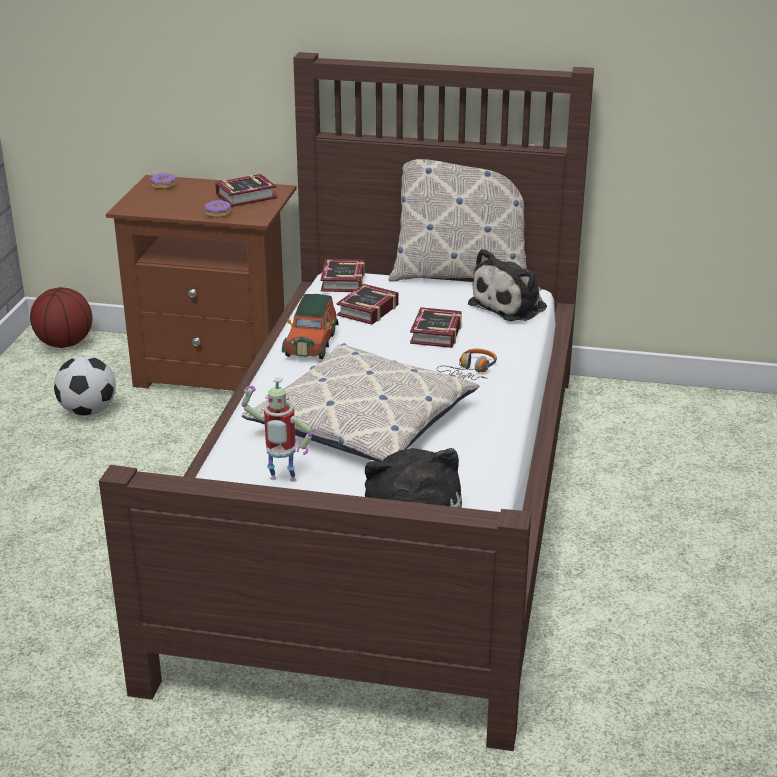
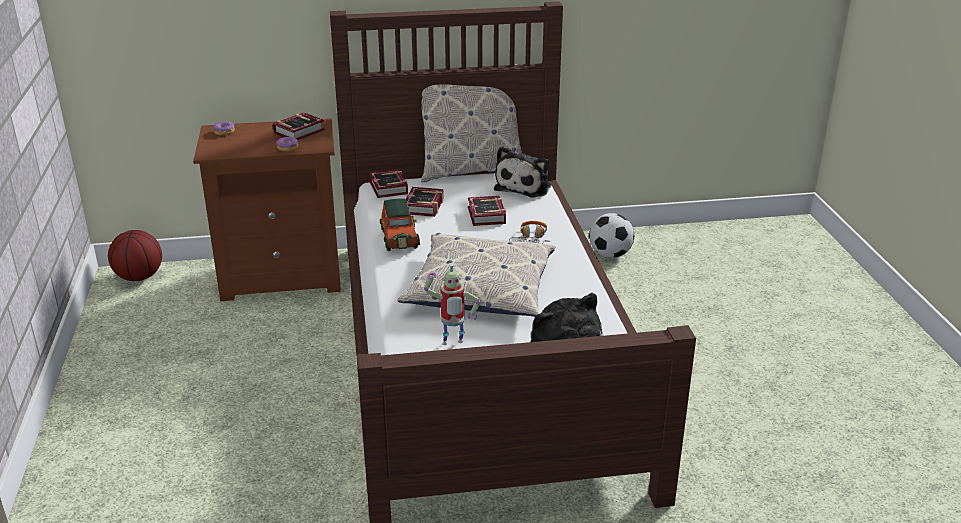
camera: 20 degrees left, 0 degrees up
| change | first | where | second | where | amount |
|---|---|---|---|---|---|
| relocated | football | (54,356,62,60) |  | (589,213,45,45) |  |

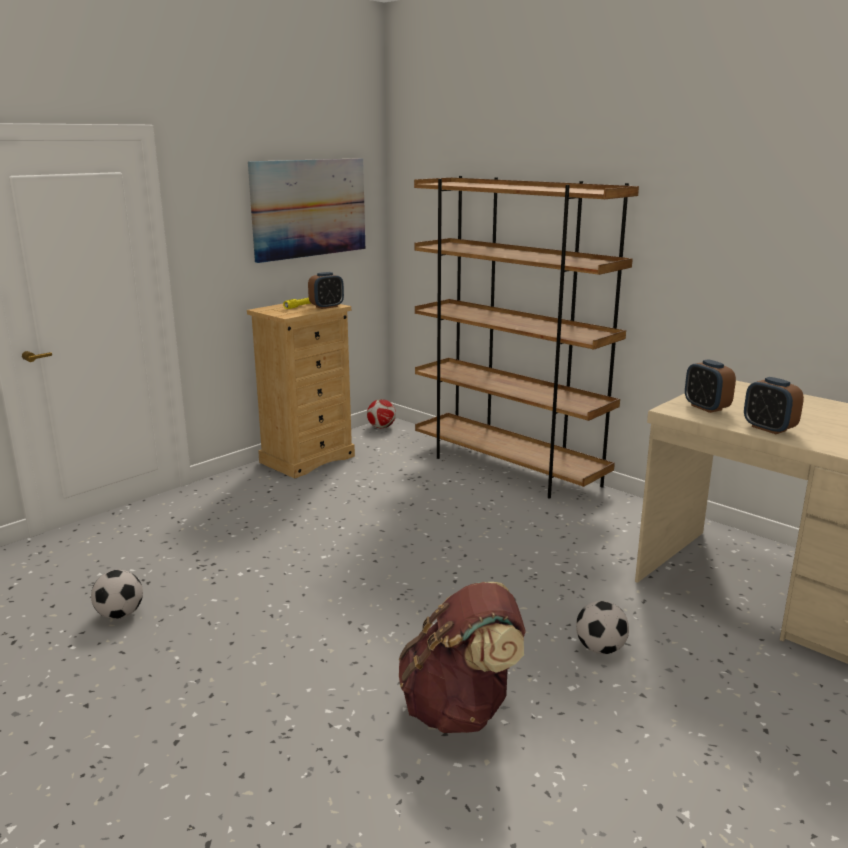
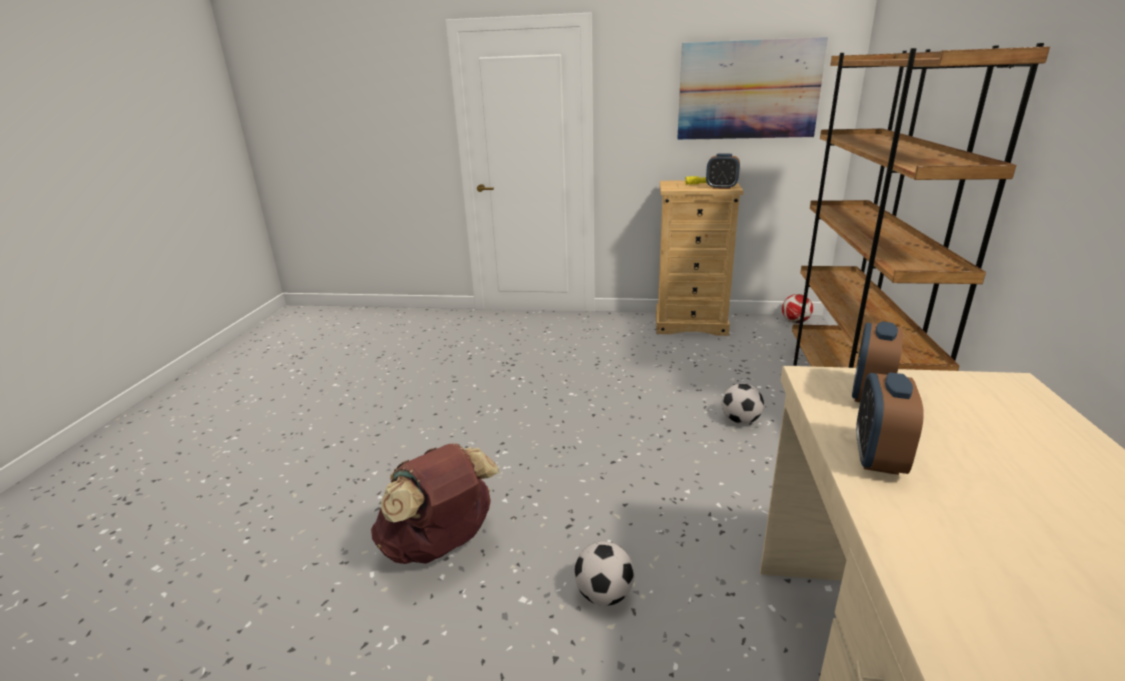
camera: 55 degrees right, 5 degrees up
| change | first | where | second | where | amount |
|---|---|---|---|---|---|
| relocated | football | (91,570,52,49) |  | (722,383,42,41) |  |

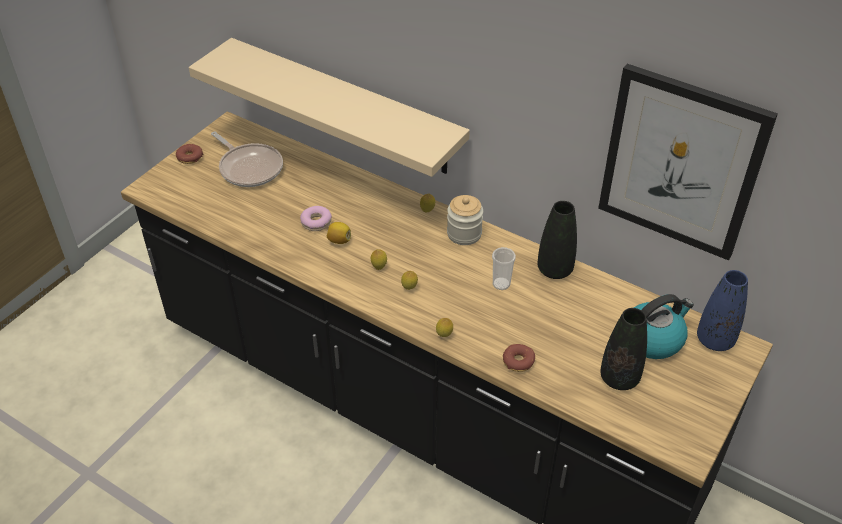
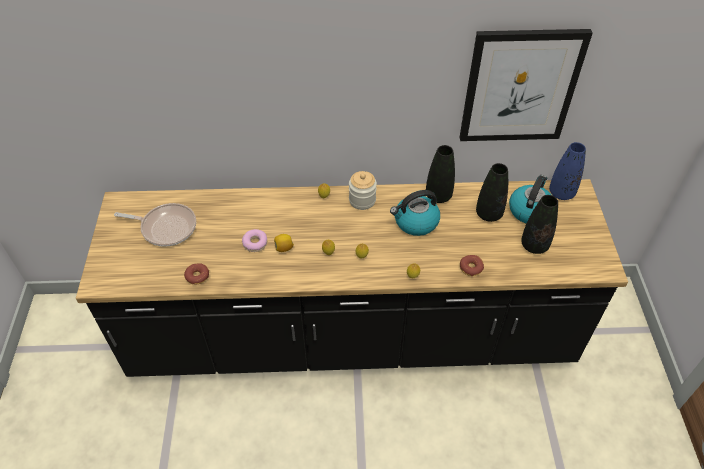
camera: 35 degrees left, 5 degrees up
| change | first | where | second | where | amount |
|---|---|---|---|---|---|
| relocated | donut | (176,144,27,20) |  | (184,263,25,22) |  |
| missing | beige shelf | (189,38,281,139) |  |  |  |
| exchanged | cup | (492,247,24,43) | kettle | (390,190,50,46) |  |
| appeared |  |  | black vase | (476,163,32,59) |  |

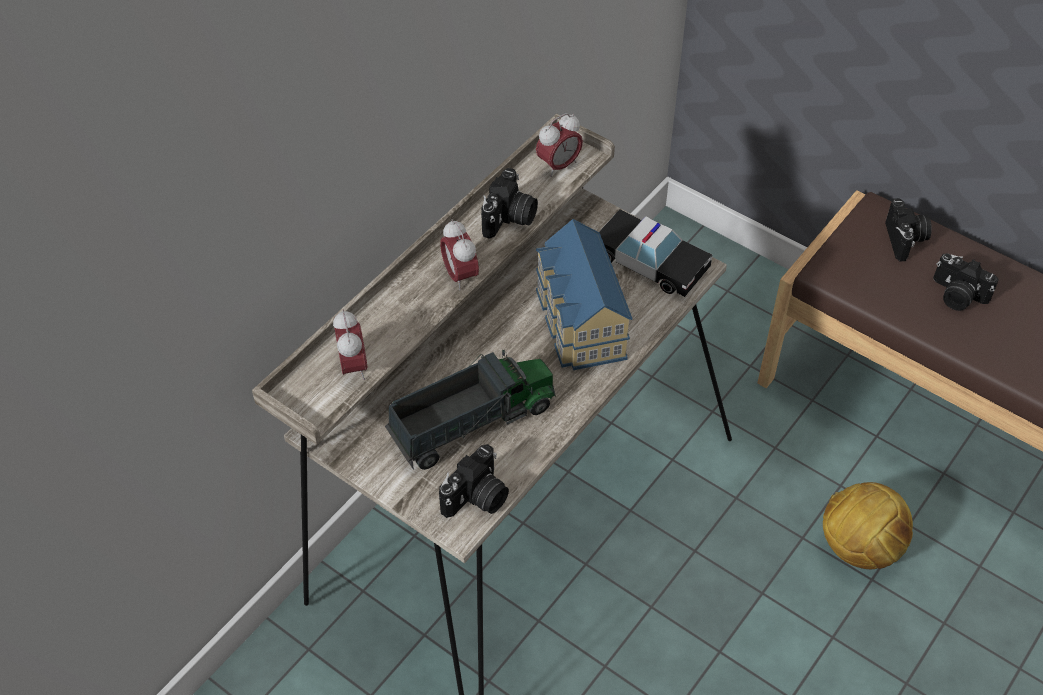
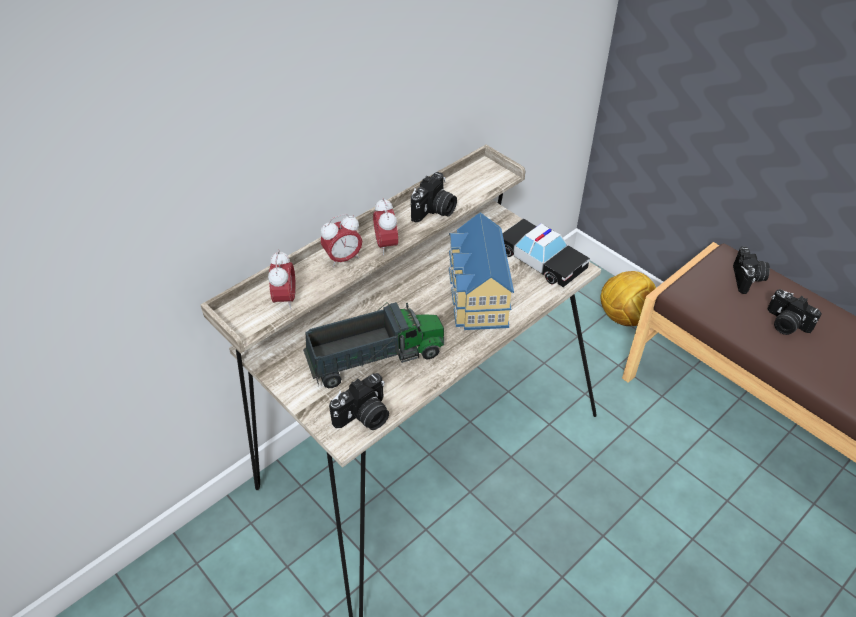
camera: 10 degrees right, 5 degrees down
| change | first | where | second | where | amount |
|---|---|---|---|---|---|
| relocated | alarm clock | (536,113,47,64) |  | (321,214,41,54) |  |
| relocated | football | (823,482,90,87) |  | (601,271,55,55) |  |

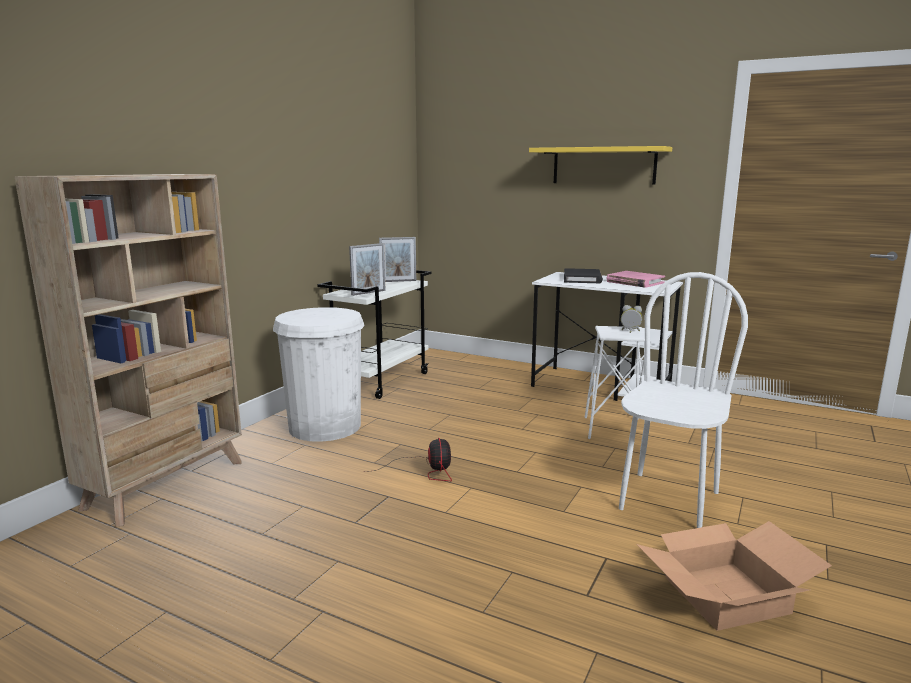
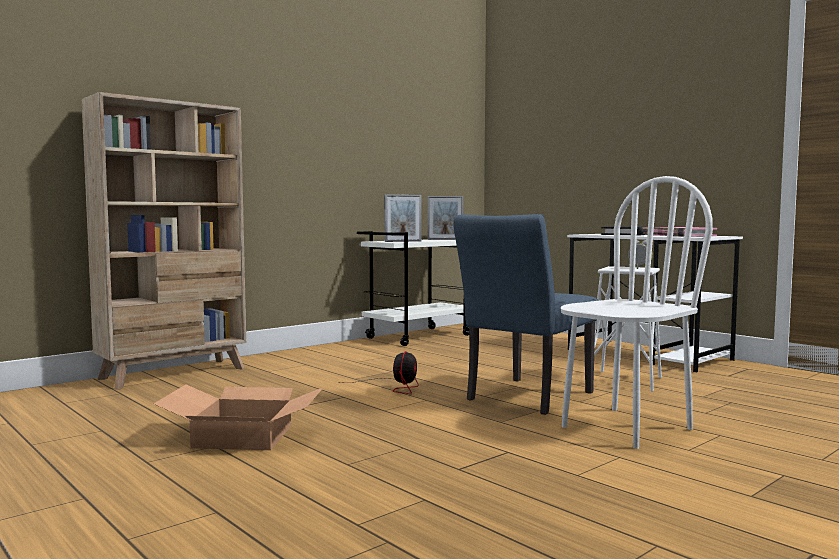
camera: 20 degrees right, 10 degrees down
| change | first | where | second | where | amount |
|---|---|---|---|---|---|
| missing | white trash can | (273,307,92,135) |  |  |  |
| missing | yellow shelf | (529,146,143,38) |  |  |  |
| relocated | cardboard box | (637,521,195,110) |  | (154,385,170,65) |  |
| appeared |  |  | blue chair | (453,214,145,201) |  |

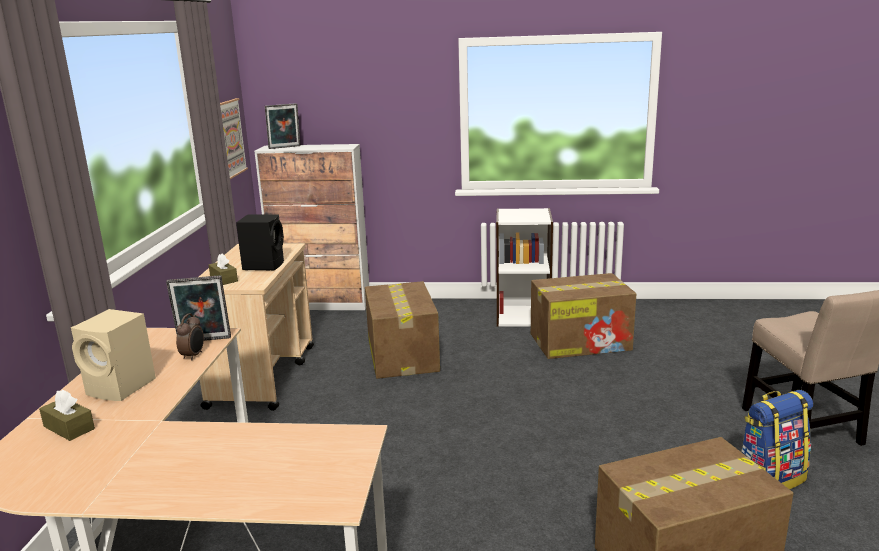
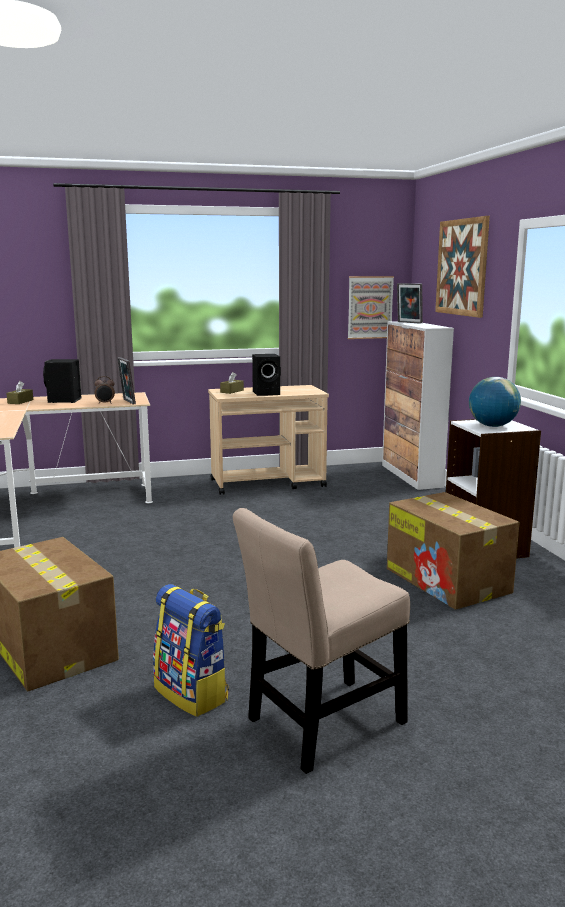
camera: 70 degrees right, 5 degrees down
| change | first | where | second | where | amount |
|---|---|---|---|---|---|
| colour | beige speaker | (71,309,85,92) | black speaker | (43,359,39,44) |  |
| missing | cardboard box | (365,281,75,98) |  |  |  |
| appeared |  |  | picture | (435,216,55,102) |  |
| appeared |  |  | globe | (469,377,52,50) |  |

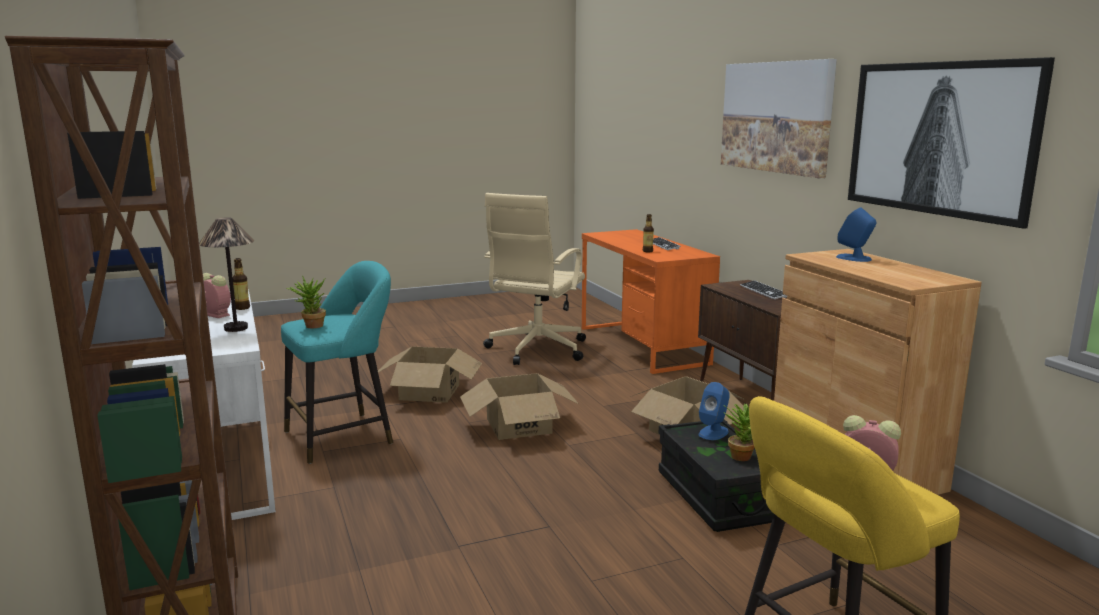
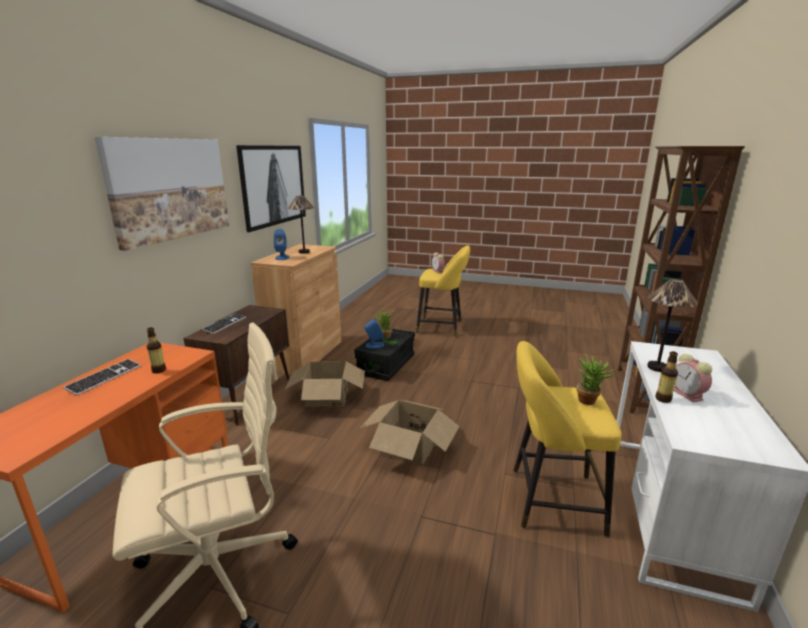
camera: 140 degrees left, 5 degrees up
| change | first | where | second | where | amount |
|---|---|---|---|---|---|
| colour | turquoise stool | (281,261,112,203) | yellow stool | (513,341,108,196) |  |
| missing | cardboard box | (378,346,104,57) |  |  |  |
| appeared |  |  | table lamp | (288,196,26,58) |  |

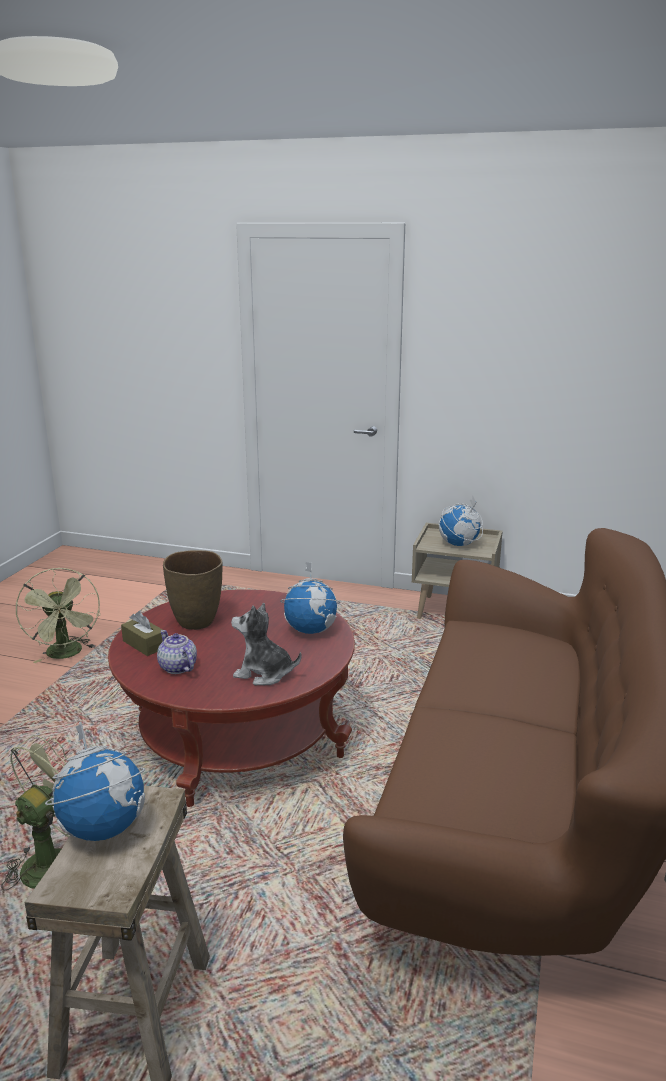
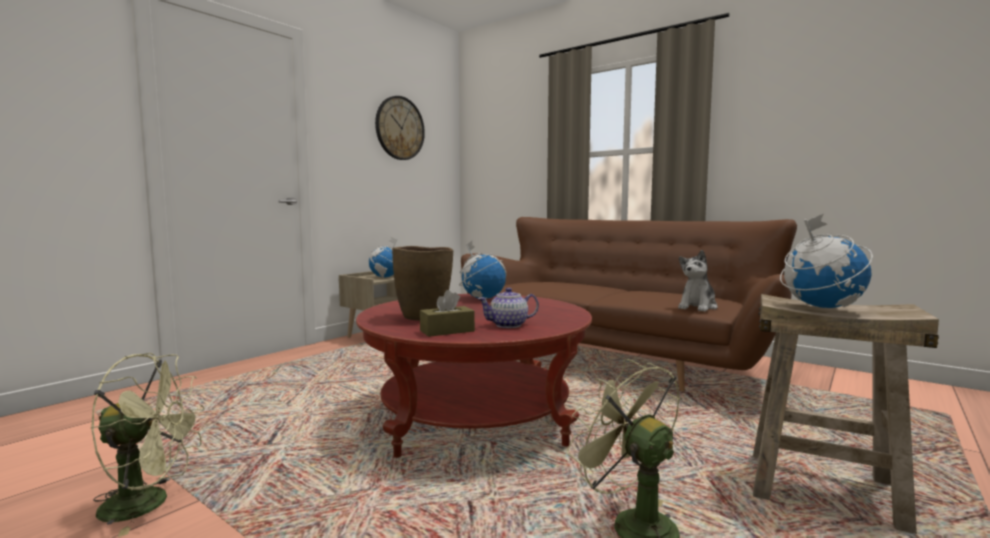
camera: 70 degrees left, 15 degrees down
| change | first | where | second | where | amount |
|---|---|---|---|---|---|
| relocated | plush toy | (231,603,71,82) |  | (678,250,40,62) |  |
| appeared |  |  | wall clock | (375,96,50,64) |  |

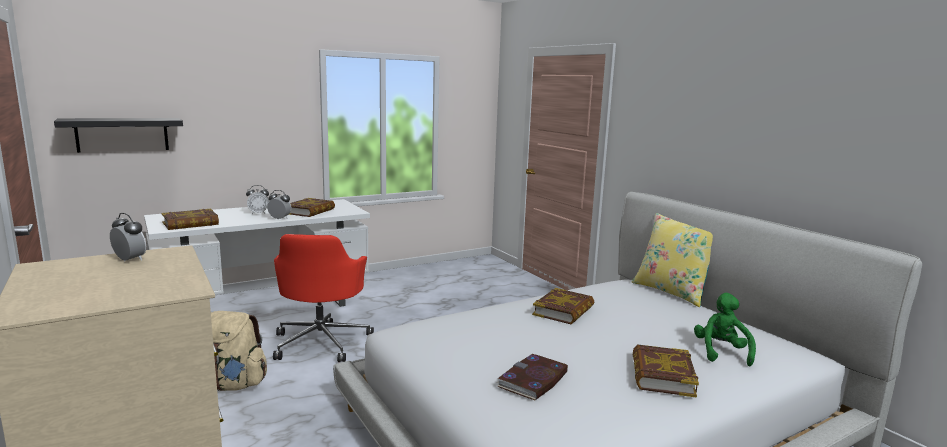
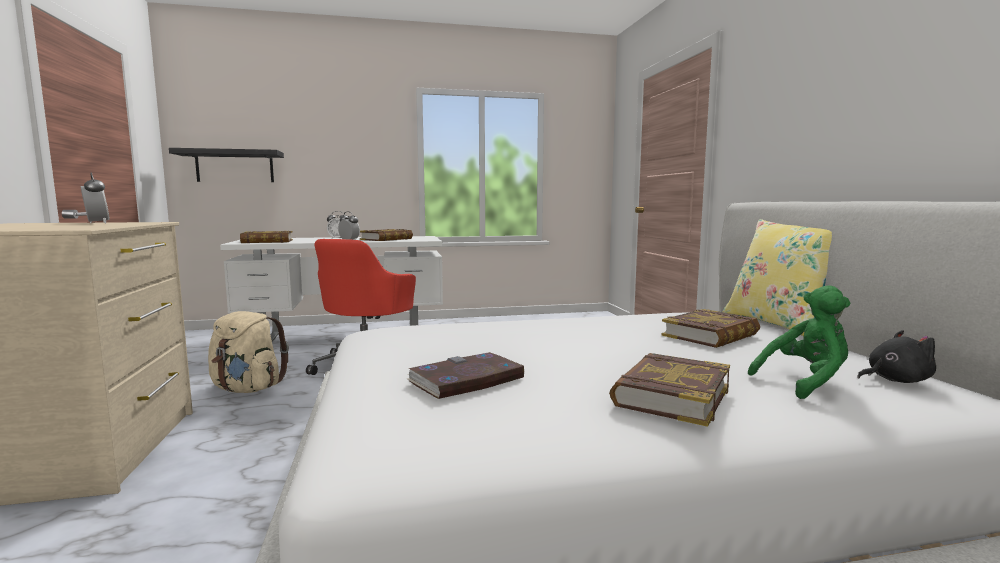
camera: 20 degrees right, 5 degrees down
| change | first | where | second | where | amount |
|---|---|---|---|---|---|
| relocated | book | (532,288,62,36) |  | (661,309,99,39) |  |
| spun | green plush toy | (694,293,62,73) |  | (748,285,102,114) | 45 degrees clockwise |
| appeared |  |  | black plush toy | (857,330,79,53) |  |

